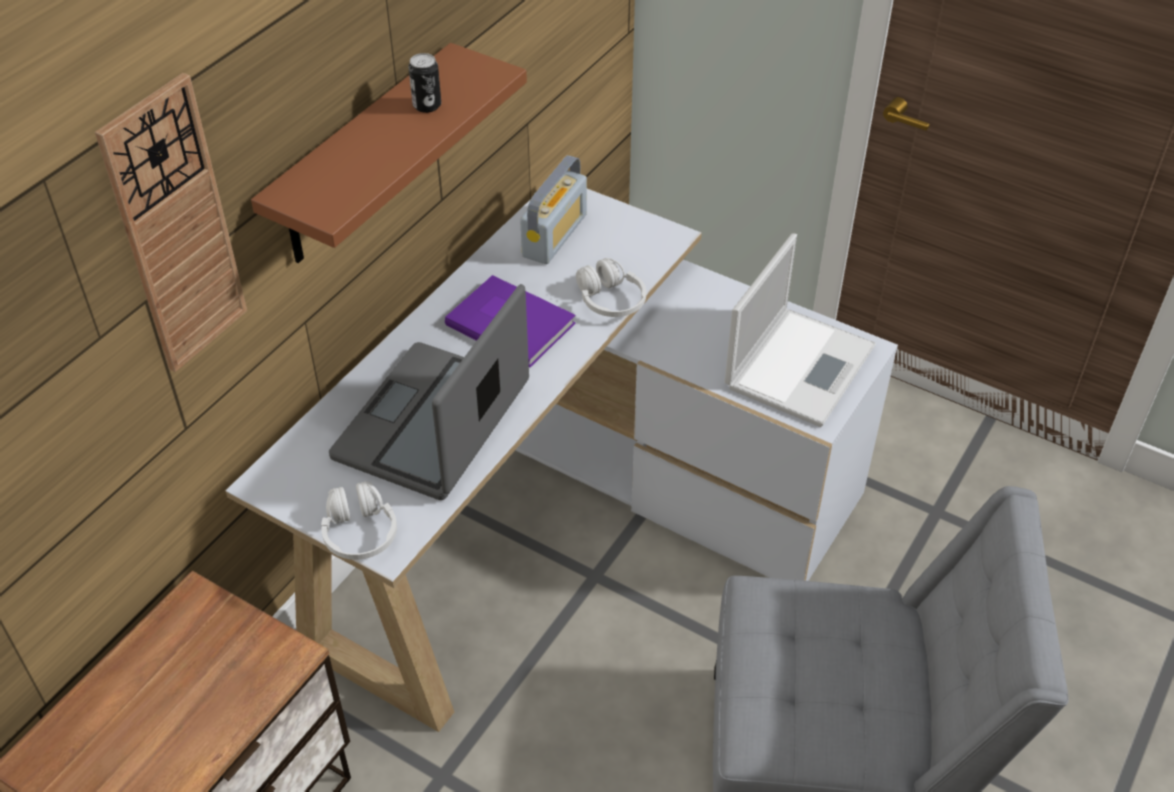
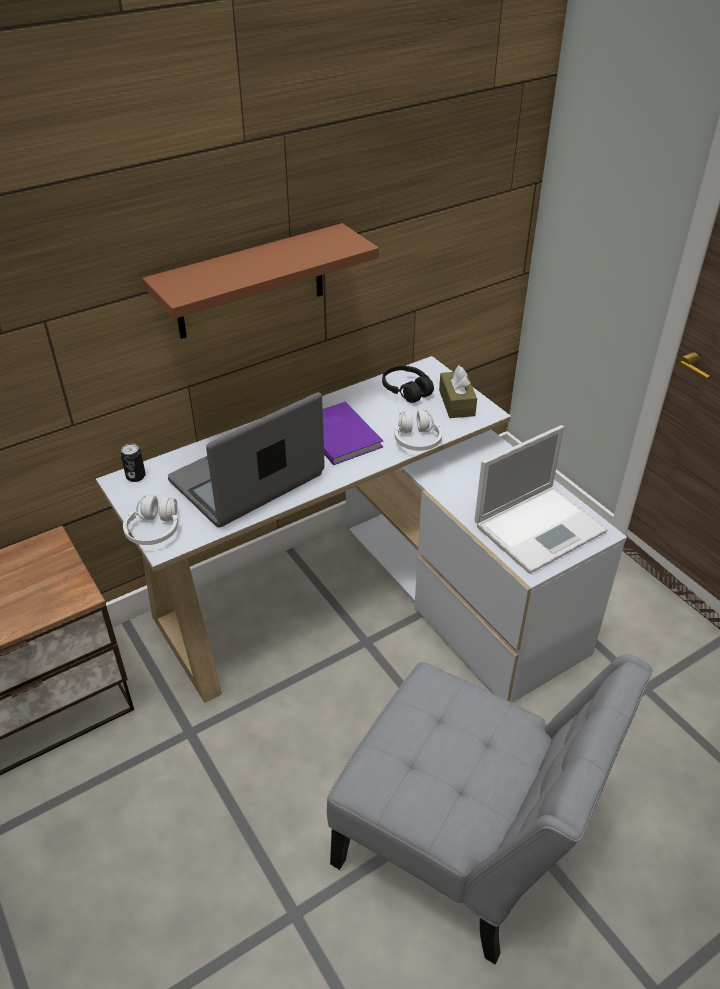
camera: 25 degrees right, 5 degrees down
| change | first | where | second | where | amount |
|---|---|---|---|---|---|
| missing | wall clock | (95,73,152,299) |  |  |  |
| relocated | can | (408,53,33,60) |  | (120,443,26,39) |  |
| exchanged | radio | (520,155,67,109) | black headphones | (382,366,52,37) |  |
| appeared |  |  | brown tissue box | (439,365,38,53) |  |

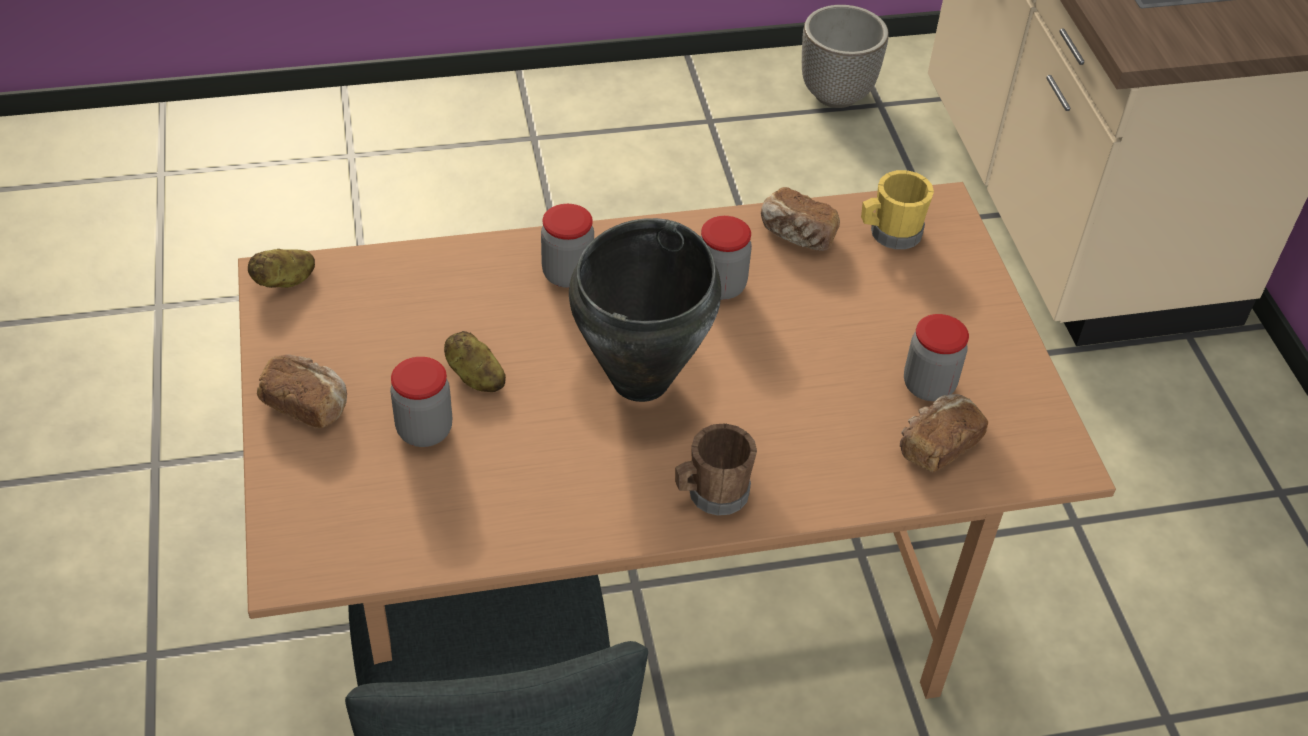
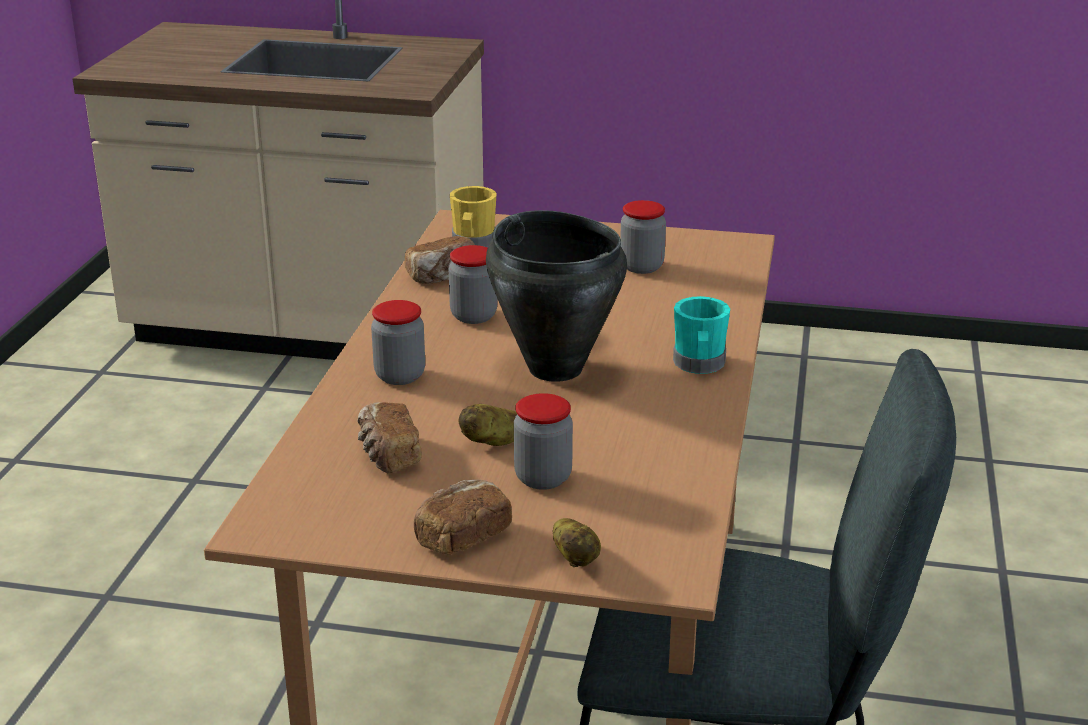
camera: 65 degrees left, 20 degrees down
| change | first | where | second | where | amount |
|---|---|---|---|---|---|
| relocated | potato | (248,249,67,39) |  | (553,518,48,49) |  |
| colour | brown mug | (675,424,82,92) | turquoise mug | (673,296,57,78) |  |
| missing | planter | (802,5,87,103) |  |  |  |
| relocated | bread | (900,394,88,78) |  | (357,402,65,71) |  |

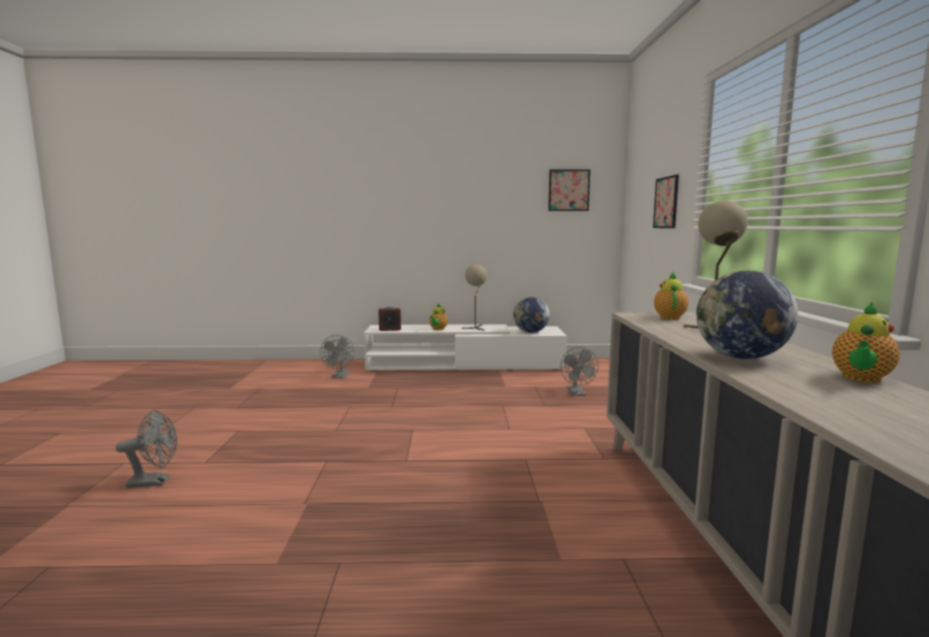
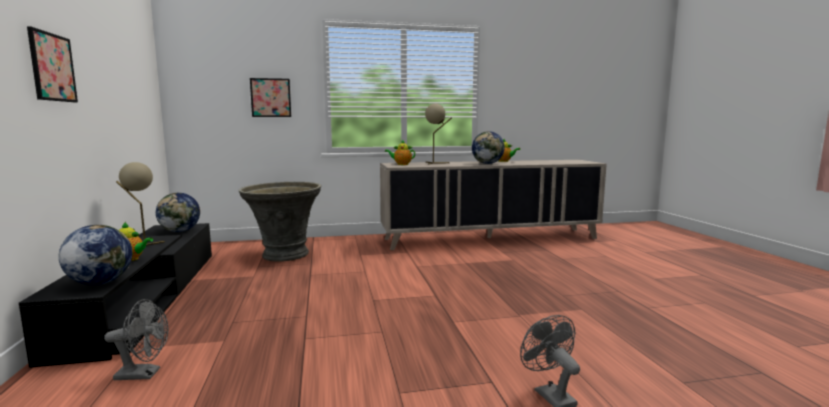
camera: 100 degrees left, 0 degrees up
| change | first | where | second | where | amount |
|---|---|---|---|---|---|
| colour | white tv stand | (364,324,203,47) | black tv stand | (19,223,193,145) |  |
| exchanged | alarm clock | (378,306,23,25) | globe | (59,225,74,60) |  |
| relocated | picture | (548,170,42,41) |  | (27,26,51,76) |  |
| exchanged | grey fan | (560,347,39,49) | grey planter | (239,182,82,80) |  |

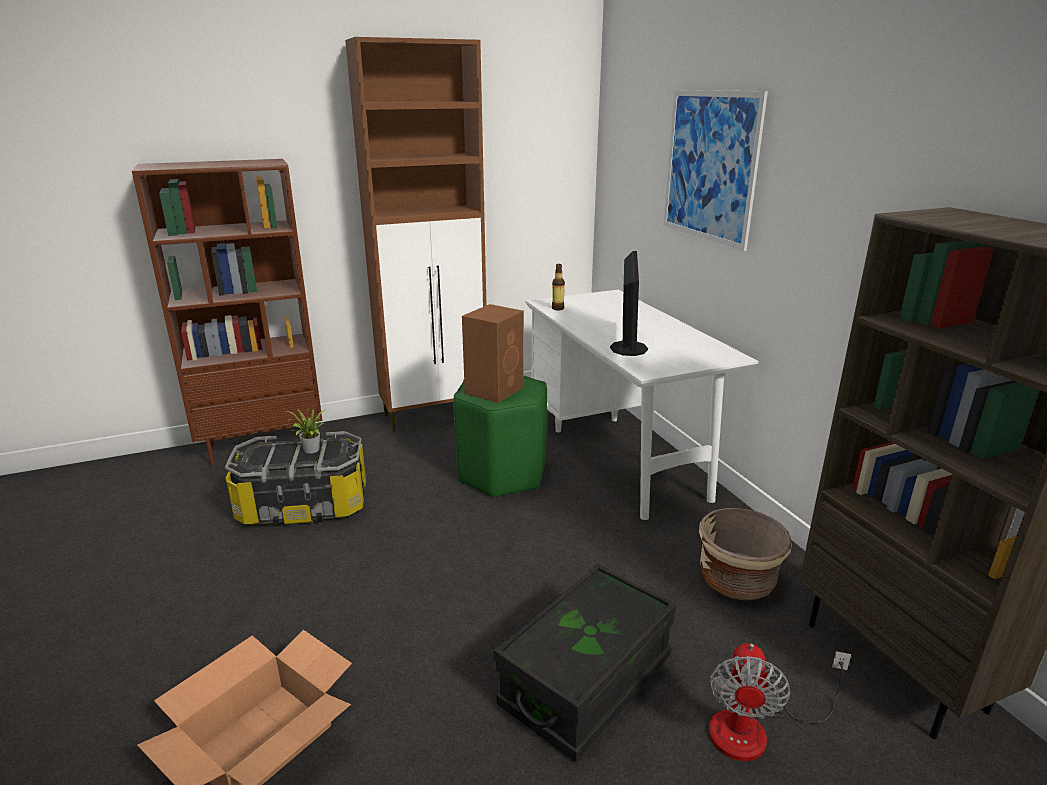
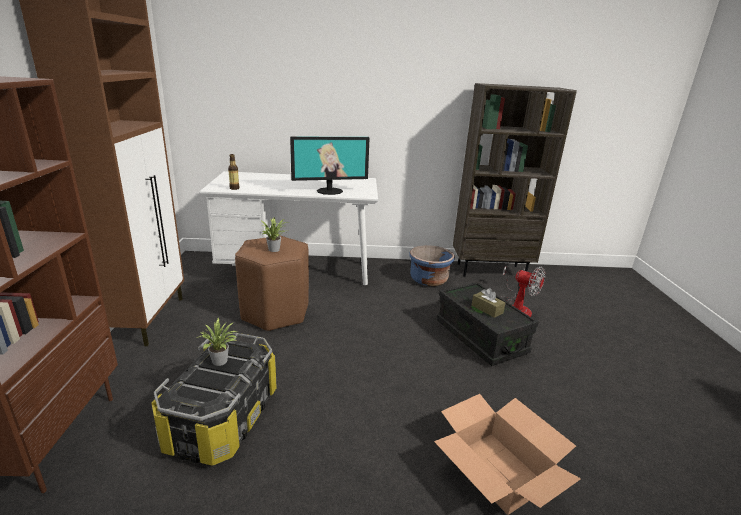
camera: 70 degrees left, 0 degrees up
| change | first | where | second | where | amount |
|---|---|---|---|---|---|
| colour | green stool | (453,376,94,122) | brown stool | (235,236,74,95) |  |
| exchanged | brown speaker | (462,304,62,99) | potted plant | (260,218,27,34) |  |
| spun | monitor | (610,251,38,105) |  | (290,136,80,59) | 135 degrees clockwise |
| missing | picture | (663,90,105,161) |  |  |  |
| colour | beige planter | (699,508,93,92) | blue planter | (409,245,46,41) |  |
| appeared |  |  | brown tissue box | (472,288,33,30) |  |

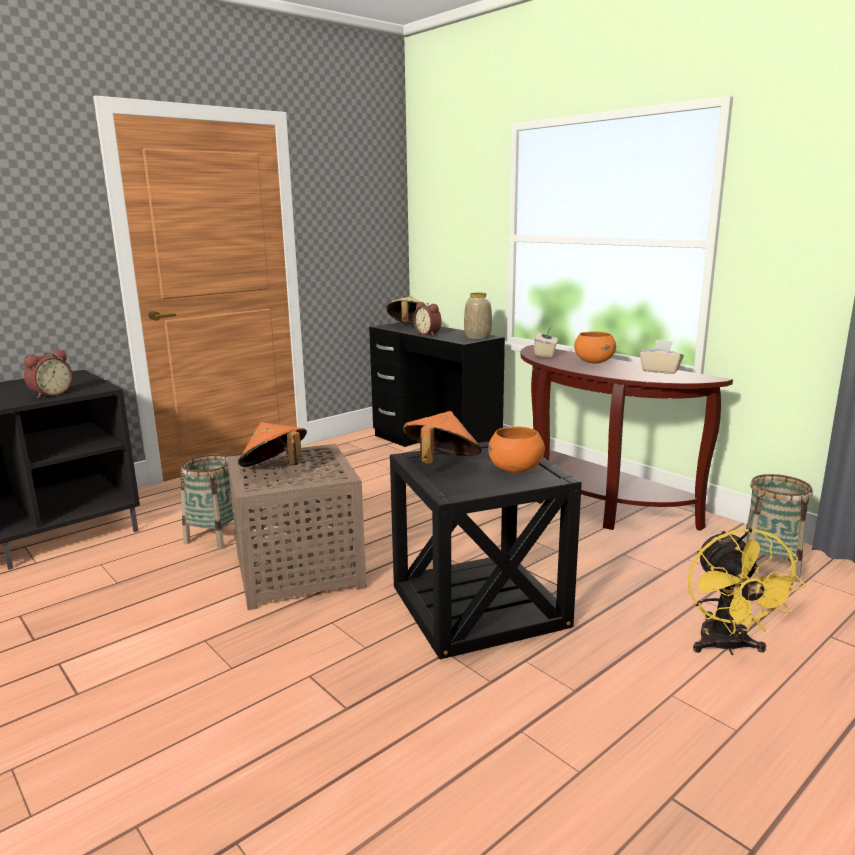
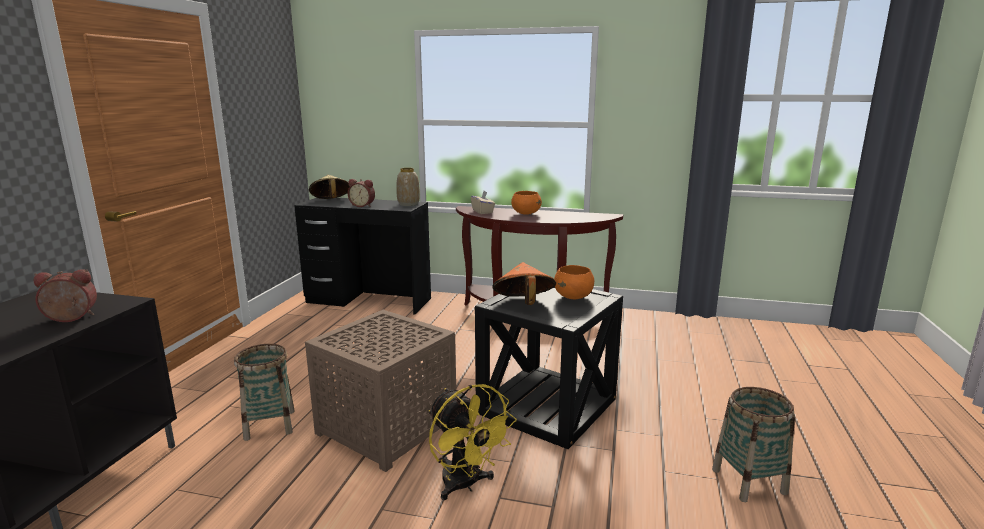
camera: 35 degrees left, 0 degrees up
| change | first | where | second | where | amount |
|---|---|---|---|---|---|
| spun | alarm clock | (24,350,49,48) |  | (33,269,64,53) | 105 degrees counterclockwise |
| missing | orange hat | (238,422,69,45) |  |  |  |
| missing | beige tissue box | (640,340,44,34) |  |  |  |
| relocated | yellow fan | (688,528,118,127) |  | (429,384,88,116) |  |
| relocated | basket | (744,474,69,108) |  | (712,387,83,115) |  |

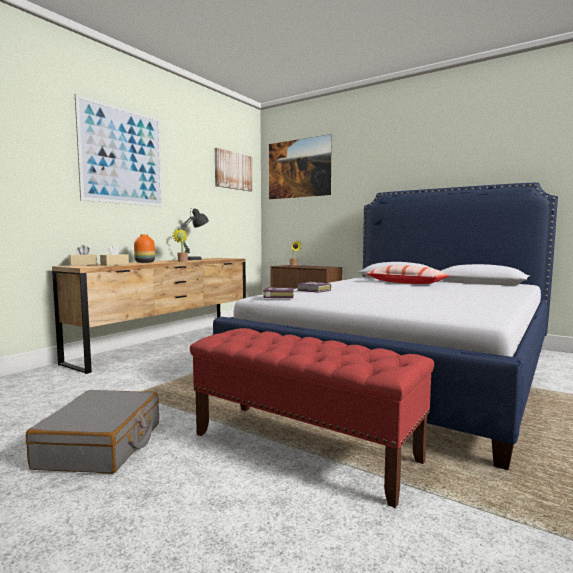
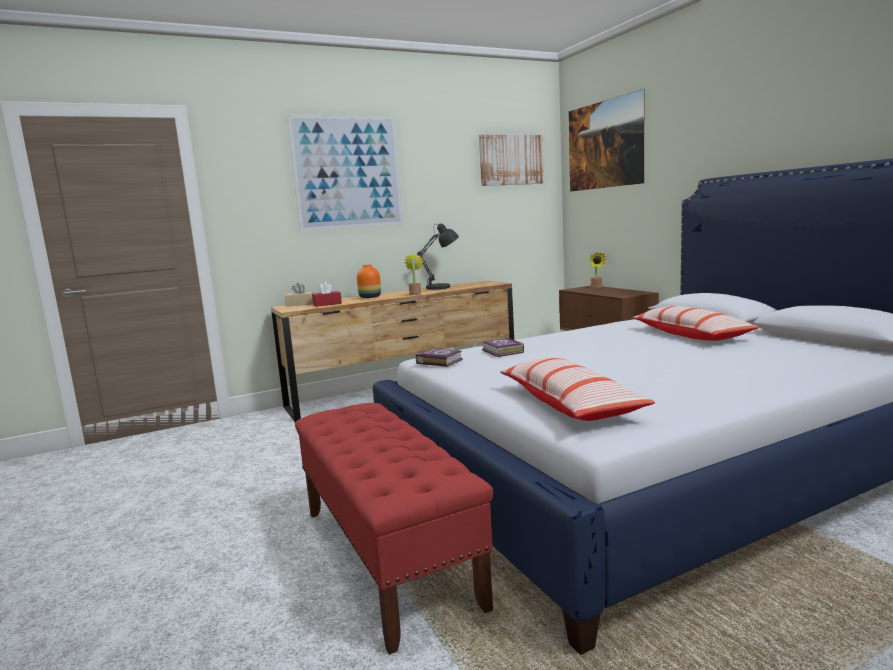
camera: 30 degrees right, 5 degrees up
| change | first | where | second | where | amount |
|---|---|---|---|---|---|
| missing | grey suitcase | (26,390,133,84) |  |  |  |
| colour | beige tissue box | (100,245,29,21) | red tissue box | (312,282,30,25) |  |
| appeared |  |  | pillow | (500,357,155,64) |  |

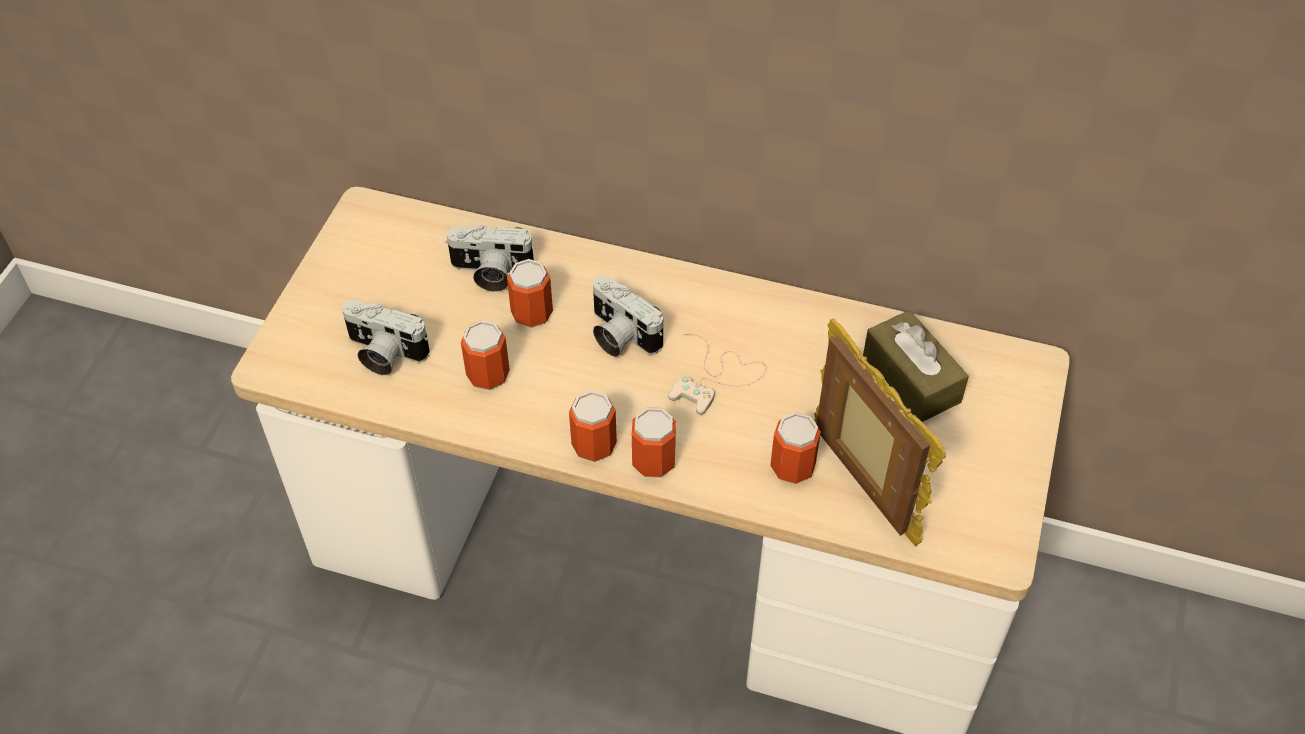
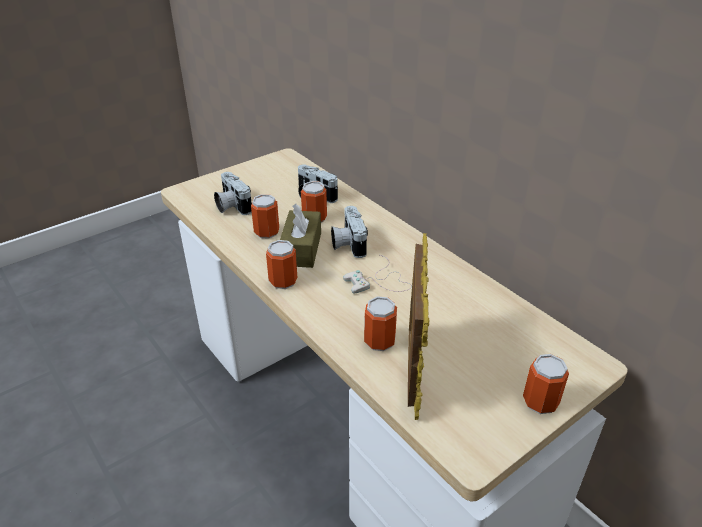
camera: 35 degrees right, 15 degrees down
| change | first | where | second | where | amount |
|---|---|---|---|---|---|
| relocated | can | (632,407,44,71) |  | (523,354,46,60) |  |
| relocated | brown tissue box | (863,310,106,112) |  | (280,204,41,64) |  |

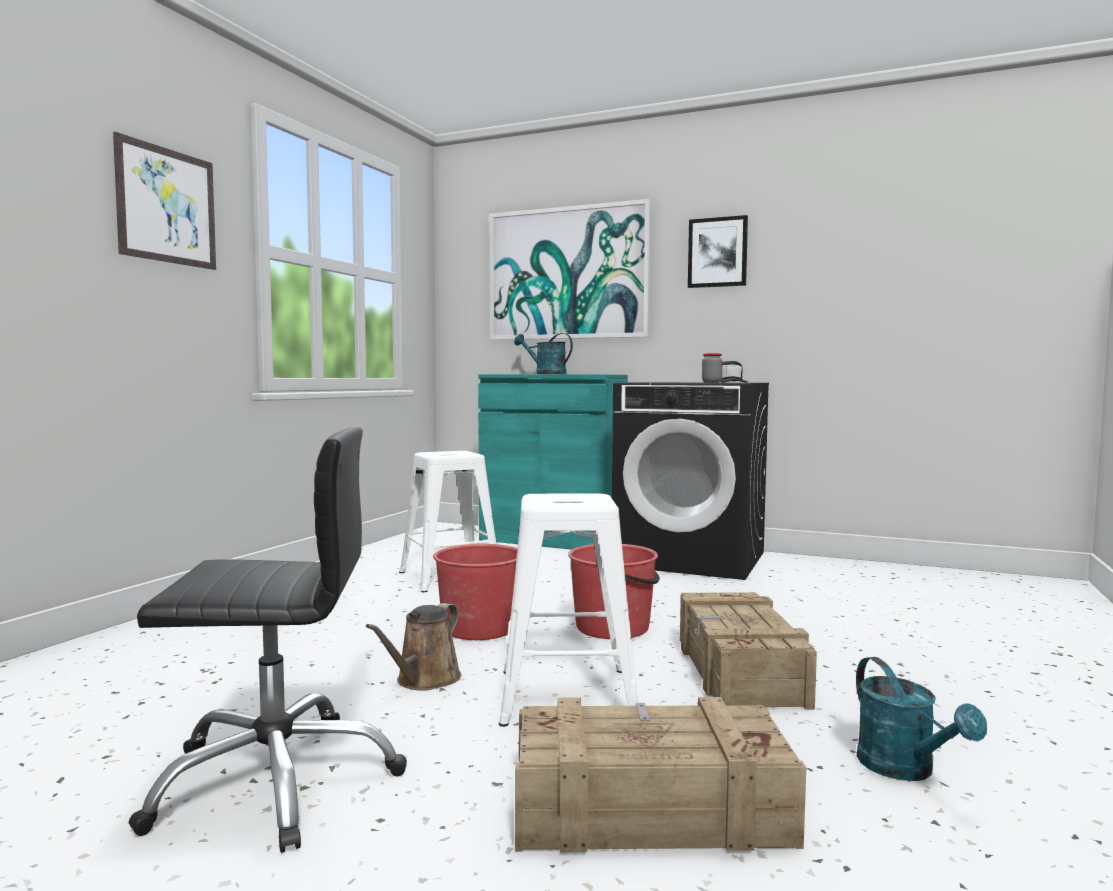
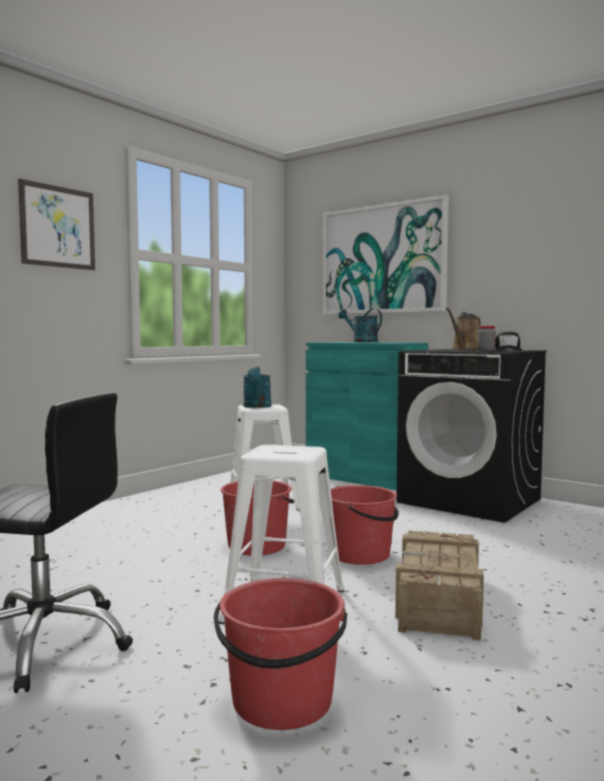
camera: 15 degrees right, 0 degrees up
| change | first | where | second | where | amount |
|---|---|---|---|---|---|
| relocated | brown watering can | (366,603,95,87) |  | (446,308,35,42) |  |
| exchanged | crate | (515,697,291,155) | red bucket | (214,578,133,152) |  |
| missing | picture | (688,215,60,73) |  |  |  |
| relocated | turquoise watering can | (856,657,131,124) |  | (243,366,28,42) |  |

